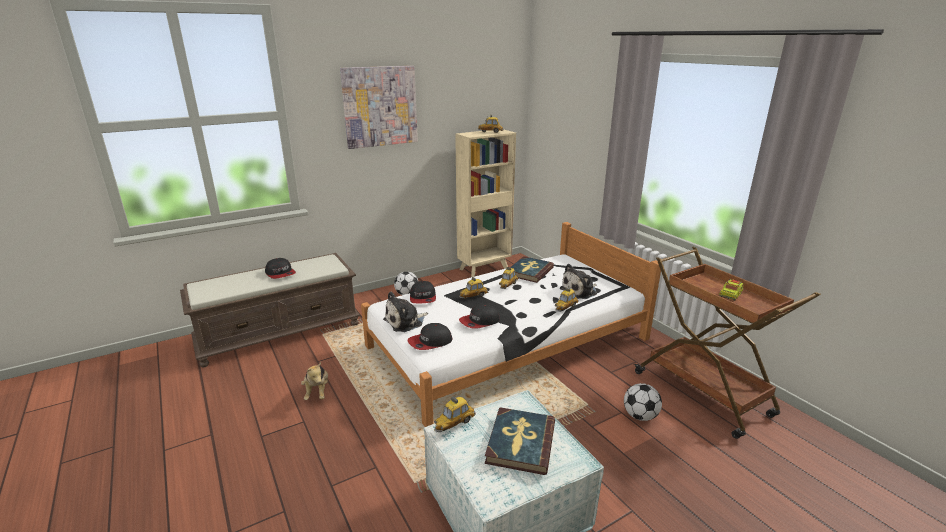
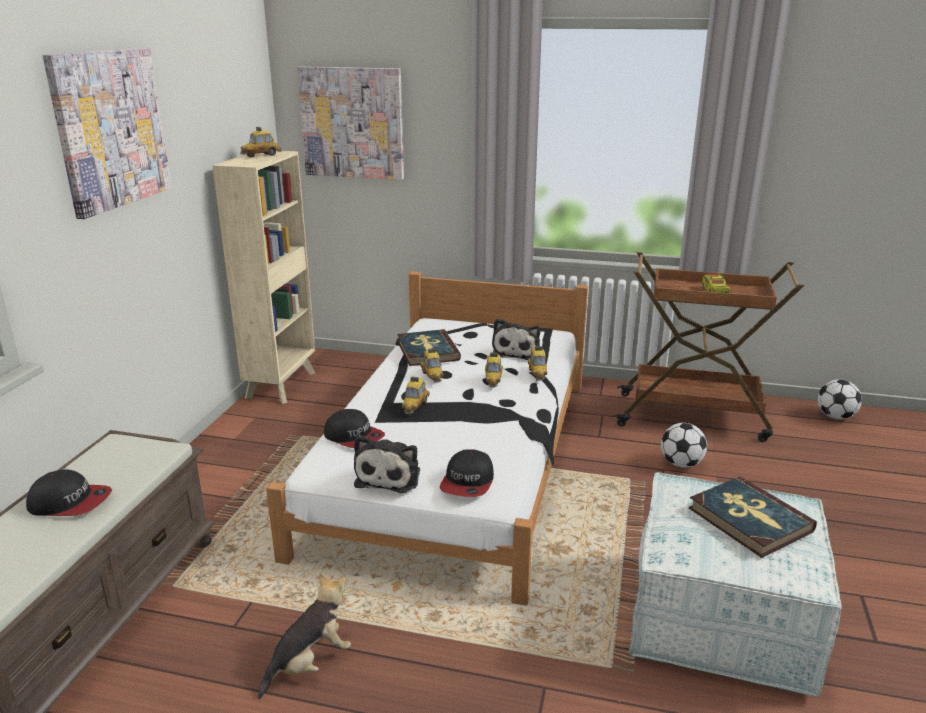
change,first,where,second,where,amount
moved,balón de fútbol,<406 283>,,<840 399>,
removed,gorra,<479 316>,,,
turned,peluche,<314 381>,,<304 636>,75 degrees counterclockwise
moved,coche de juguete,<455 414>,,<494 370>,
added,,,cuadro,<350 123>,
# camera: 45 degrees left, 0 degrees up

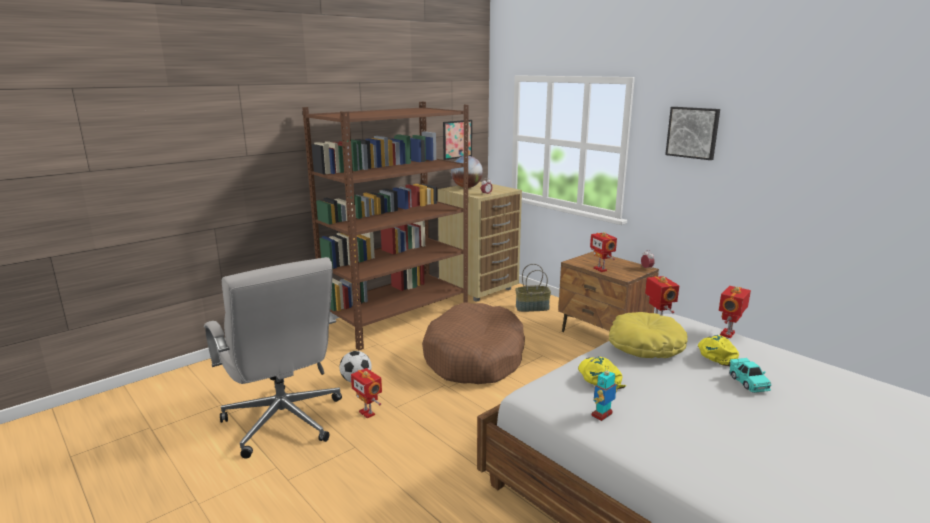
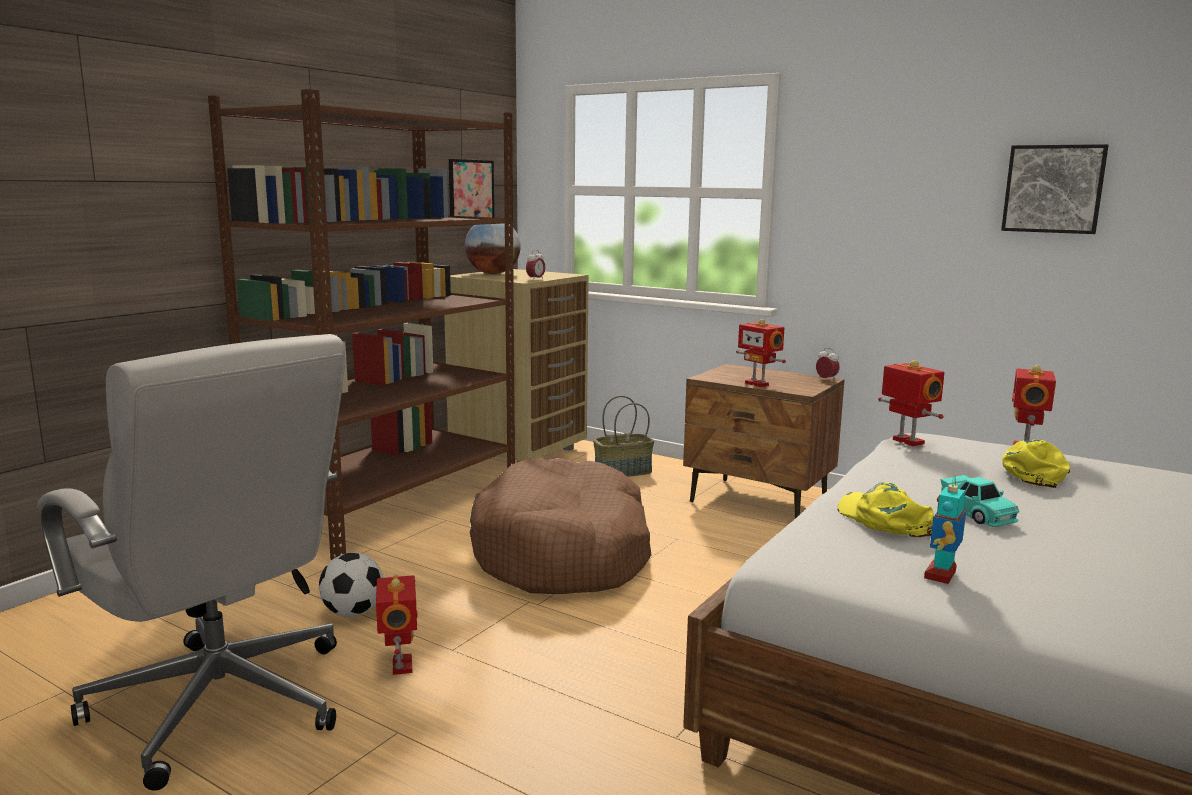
change,first,where,second,where,amount
moved,cuadro,<692 133>,,<1055 189>,
removed,cojín [amarillo],<648 335>,,,
turned,gorra [amarillo],<718 350>,,<1036 464>,45 degrees clockwise
moved,coche de juguete [turquesa],<750 375>,,<980 501>,
turned,robot de juguete,<366 393>,,<397 625>,135 degrees counterclockwise
# camera: 15 degrees left, 5 degrees down

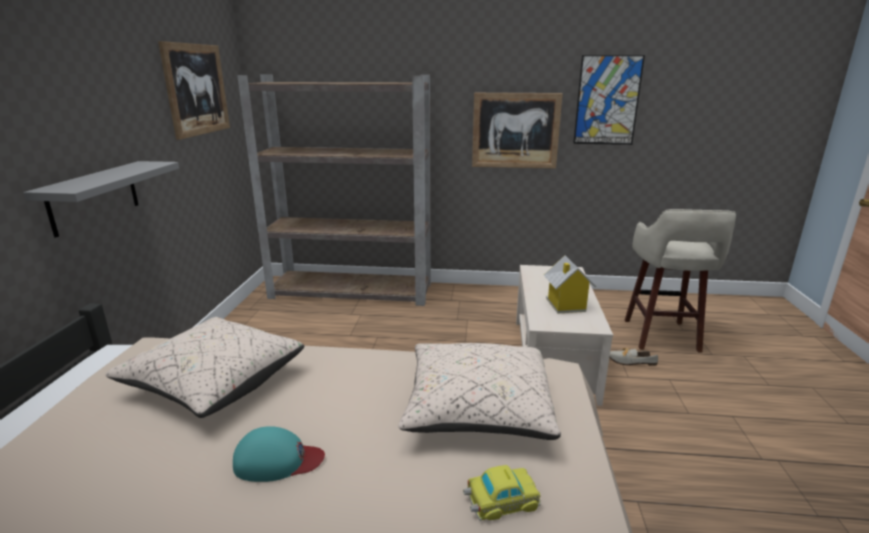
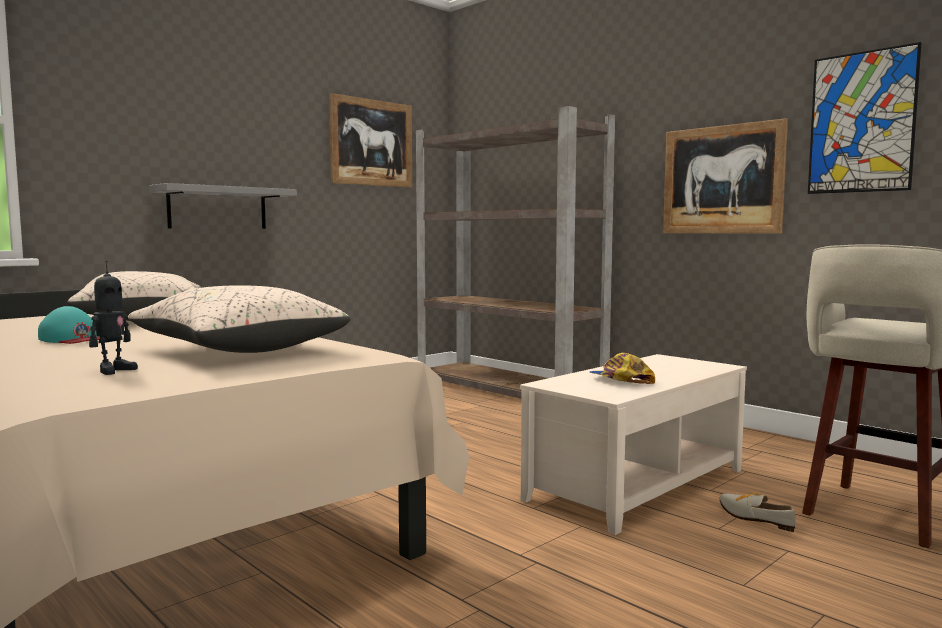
change,first,where,second,where,amount
replaced,casita,<570 284>,gorra,<622 368>,
replaced,coche de juguete,<502 493>,robot de juguete,<113 318>,
# camera: 40 degrees right, 15 degrees down

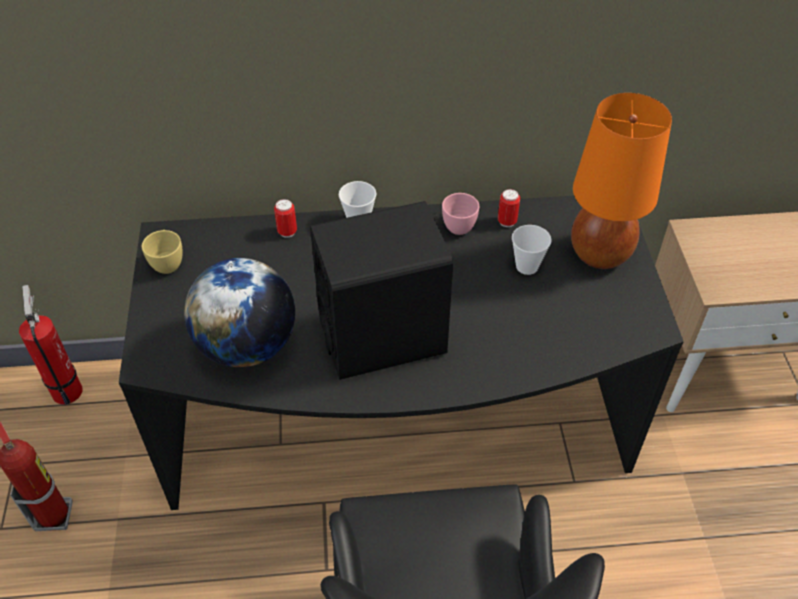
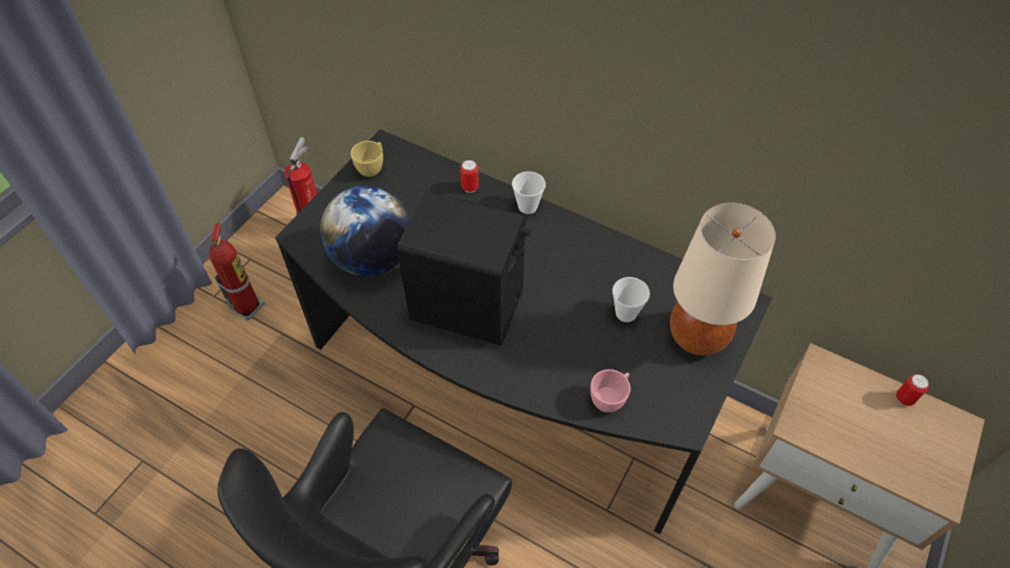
change,first,where,second,where,amount
recoloured,lámpara de mesa [naranja],<621 181>,lámpara de mesa [beis],<723 279>,
moved,lata,<509 208>,,<912 390>,
moved,taza [rosa],<460 214>,,<610 391>,
# camera: 35 degrees right, 5 degrees up

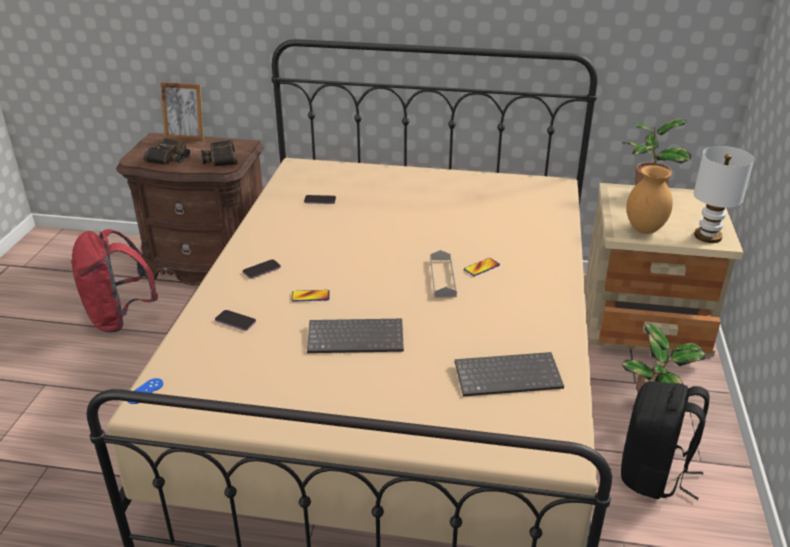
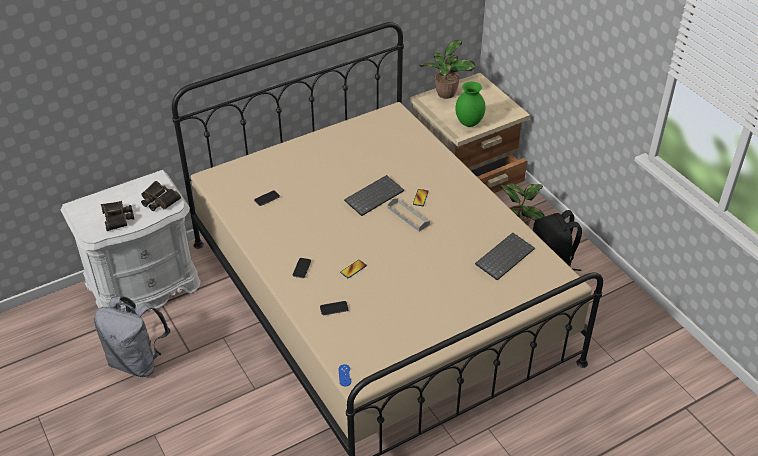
change,first,where,second,where,amount
removed,portarretratos,<182 111>,,,
recoloured,mesita de noche [marrón],<190 209>,mesita de noche [blanco],<131 240>,
removed,lámpara de mesa [blanco],<724 194>,,,
recoloured,florero [marrón],<649 199>,florero [verde],<470 104>,
recoloured,mochila [rojo],<114 280>,mochila [gris],<132 336>,
moved,teclado,<355 336>,,<374 195>,
# camera: 40 degrees left, 10 degrees up

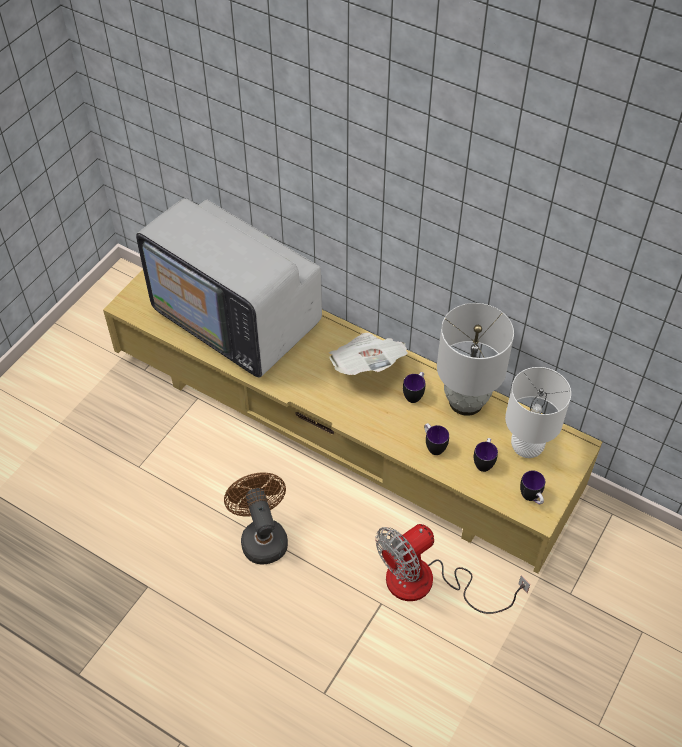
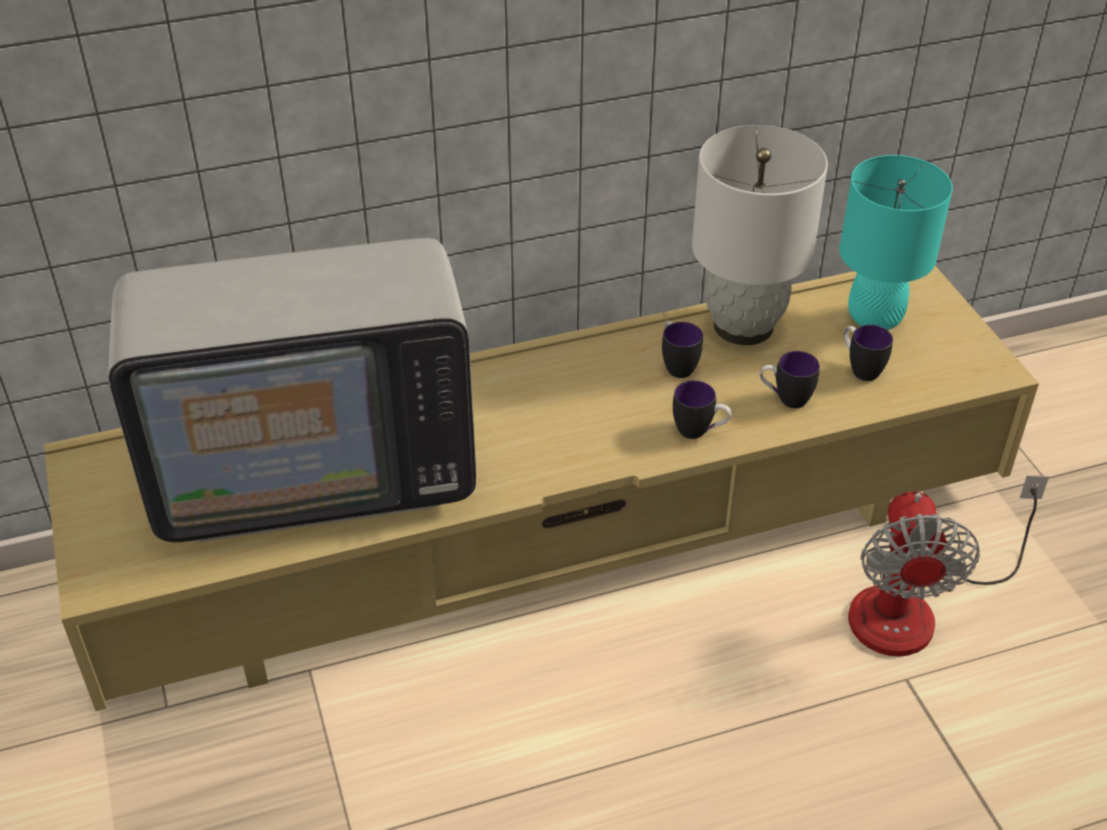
change,first,where,second,where,amount
removed,periódico,<368 353>,,,
recoloured,lámpara de mesa [blanco],<538 412>,lámpara de mesa [turquesa],<896 242>,
moved,taza grande,<532 487>,,<702 409>,
removed,ventilador [marrón],<256 518>,,,
# camera: 50 degrees left, 10 degrees down

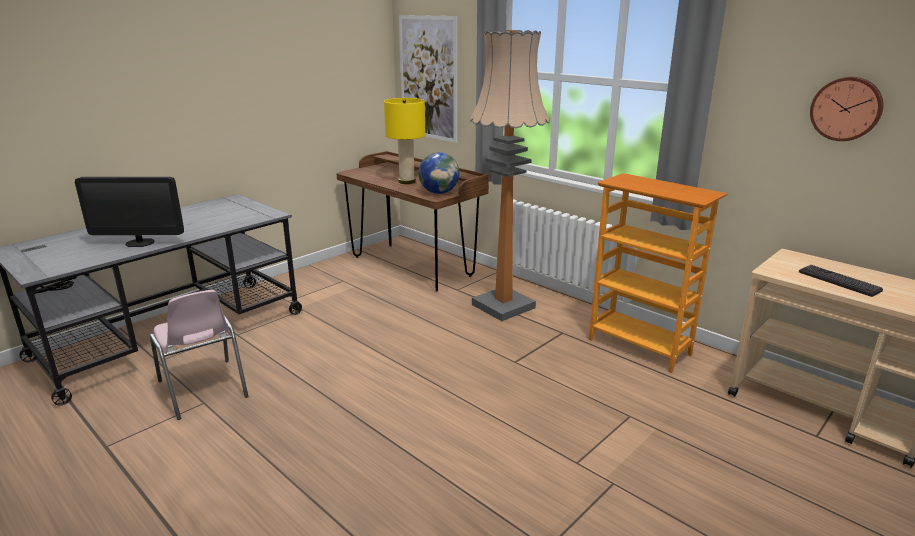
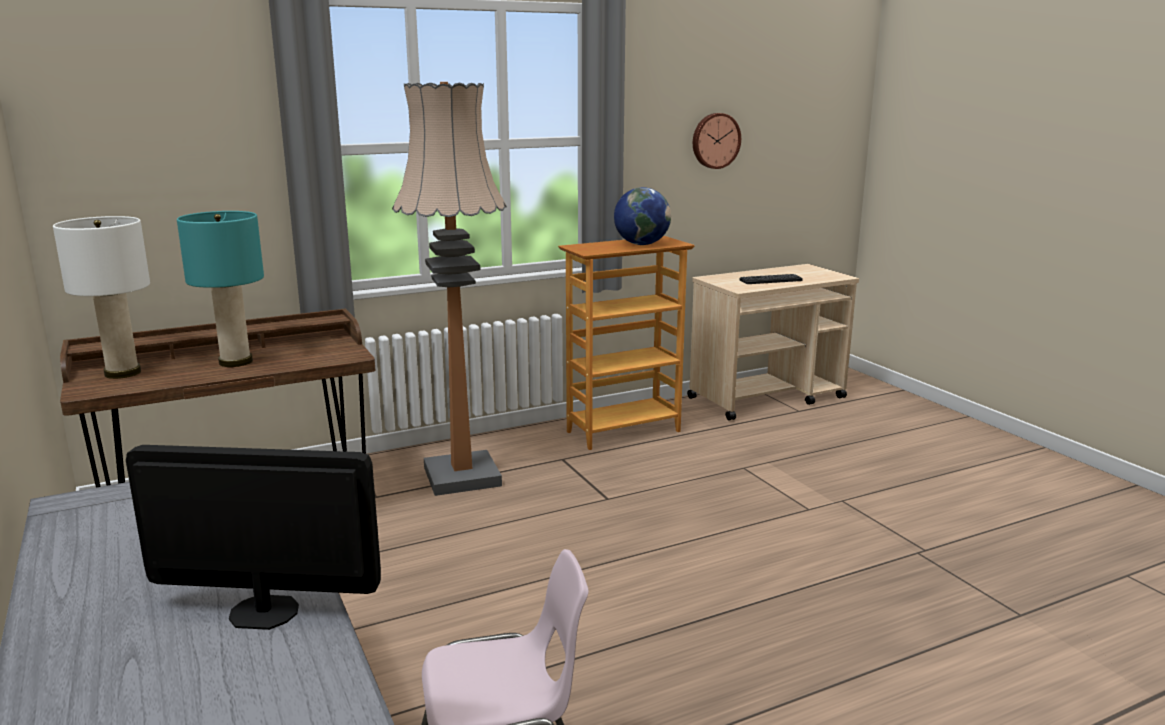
change,first,where,second,where,amount
removed,cuadro,<428 79>,,,
recoloured,lámpara de mesa [amarillo],<404 141>,lámpara de mesa [turquesa],<220 289>,
moved,globo terráqueo,<438 173>,,<642 216>,
turned,monitor,<129 212>,,<253 537>,105 degrees counterclockwise
added,,,lámpara de mesa [blanco],<101 297>,
# camera: 70 degrees left, 5 degrees down

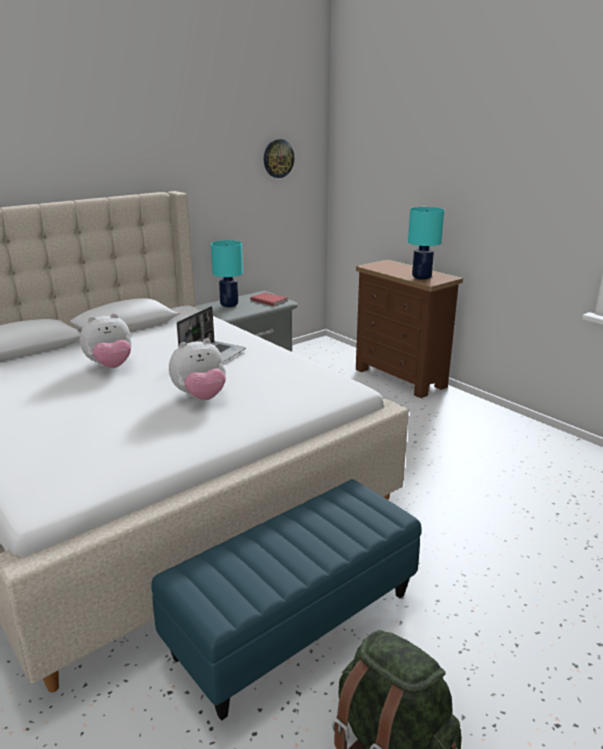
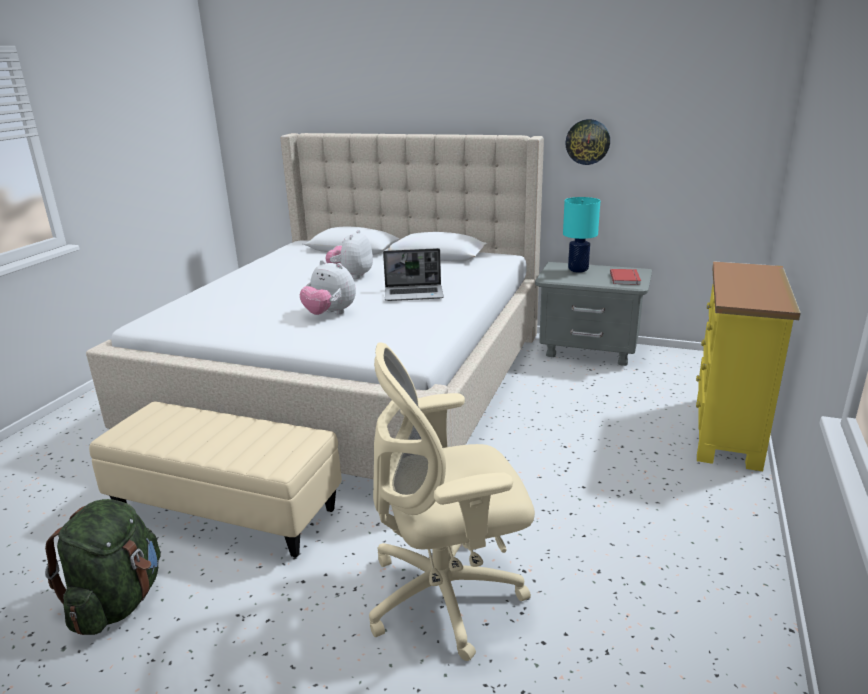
change,first,where,second,where,amount
moved,reloj de pared,<279 158>,,<587 142>,
removed,lámpara de mesa [turquesa],<426 243>,,,
recoloured,cómoda [marrón],<409 329>,cómoda [amarillo],<748 366>,
turned,peluche,<106 340>,,<349 254>,75 degrees clockwise
recoloured,puf [azul],<286 600>,puf [beis],<215 479>,
added,,,silla de oficina [beis],<452 502>,
# camera: 60 degrees right, 0 degrees up

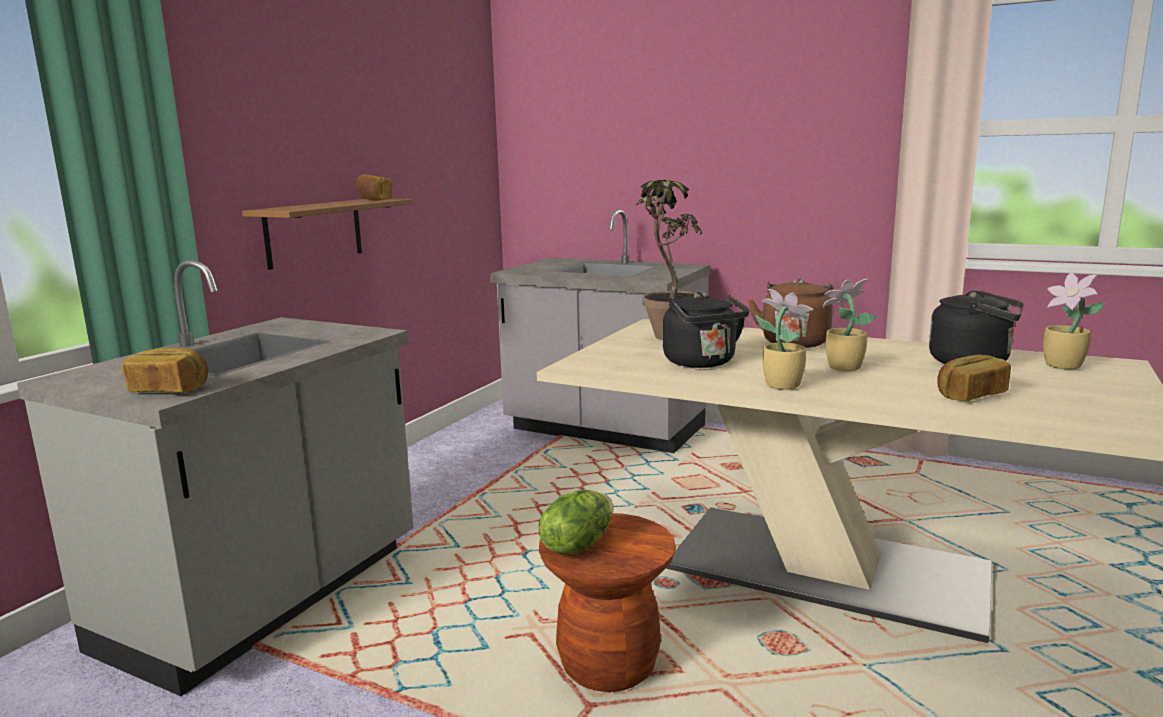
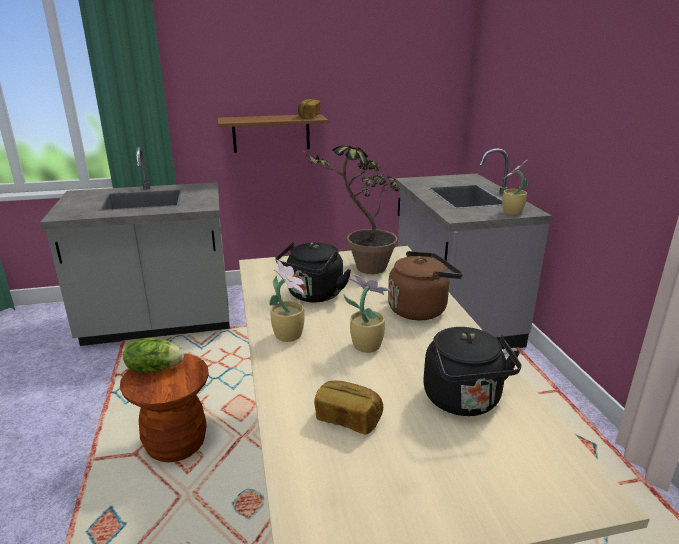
change,first,where,second,where,amount
moved,planta en maceta,<1074 320>,,<515 187>,
removed,pan,<165 370>,,,
# camera: 50 degrees right, 10 degrees up

